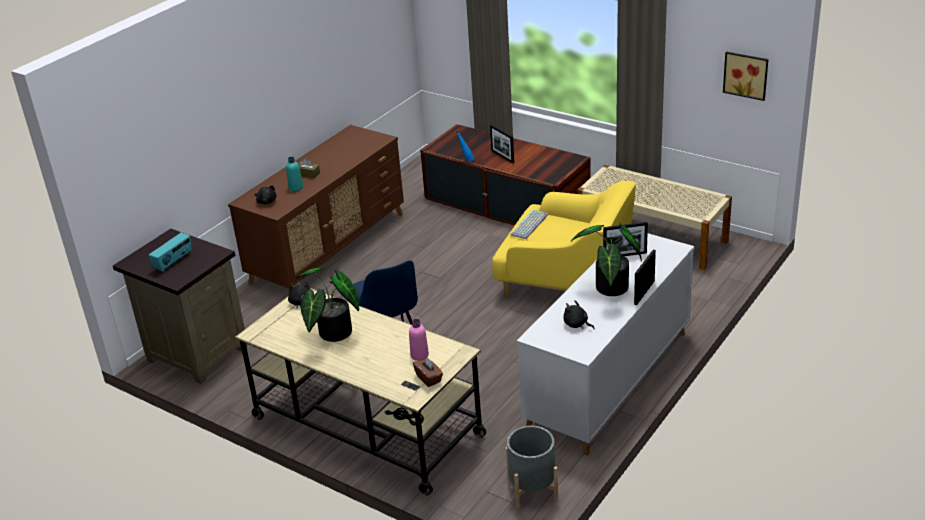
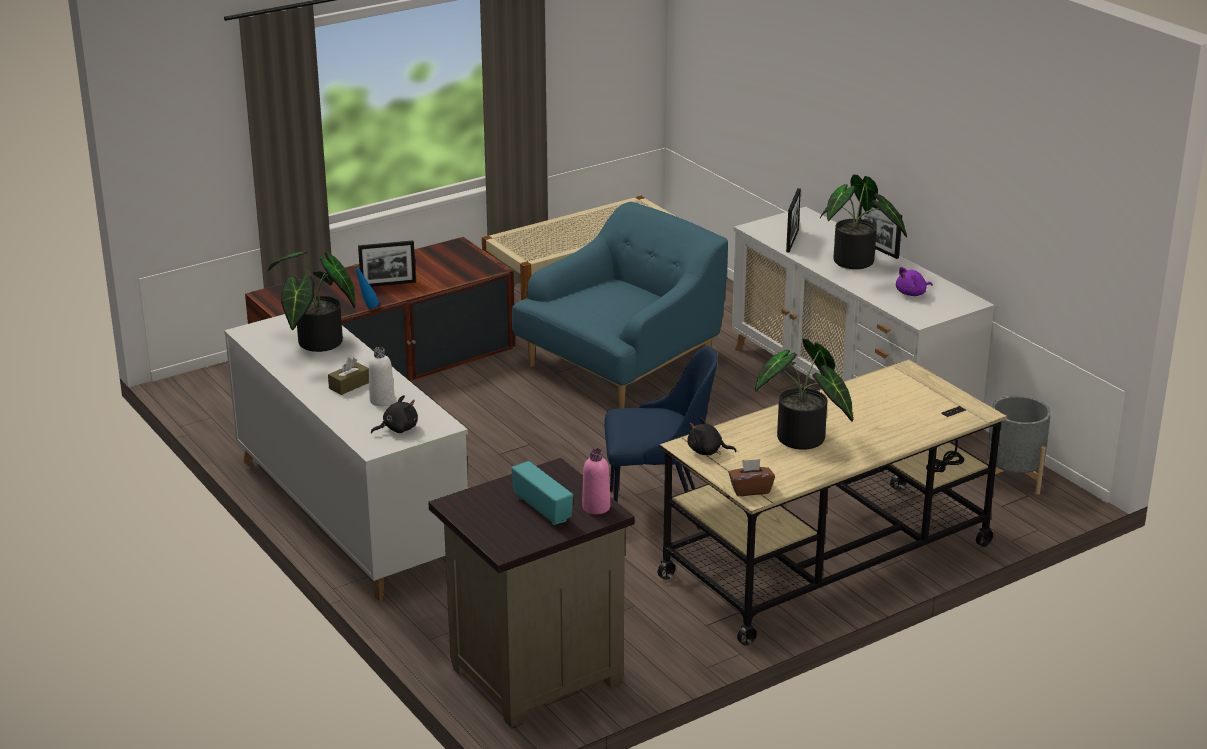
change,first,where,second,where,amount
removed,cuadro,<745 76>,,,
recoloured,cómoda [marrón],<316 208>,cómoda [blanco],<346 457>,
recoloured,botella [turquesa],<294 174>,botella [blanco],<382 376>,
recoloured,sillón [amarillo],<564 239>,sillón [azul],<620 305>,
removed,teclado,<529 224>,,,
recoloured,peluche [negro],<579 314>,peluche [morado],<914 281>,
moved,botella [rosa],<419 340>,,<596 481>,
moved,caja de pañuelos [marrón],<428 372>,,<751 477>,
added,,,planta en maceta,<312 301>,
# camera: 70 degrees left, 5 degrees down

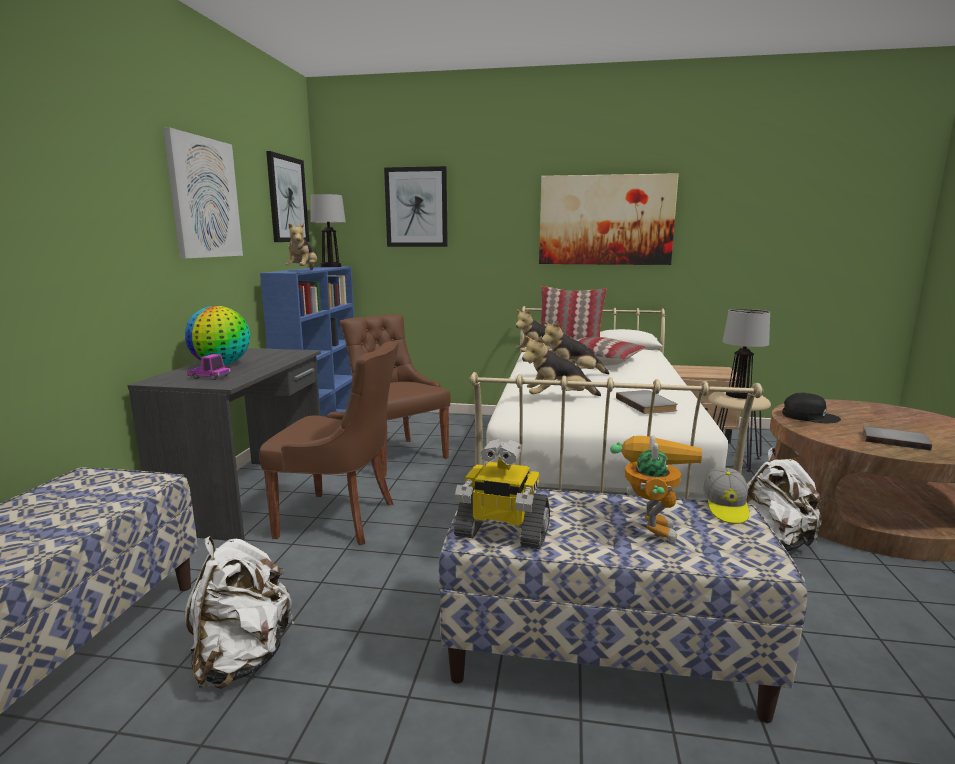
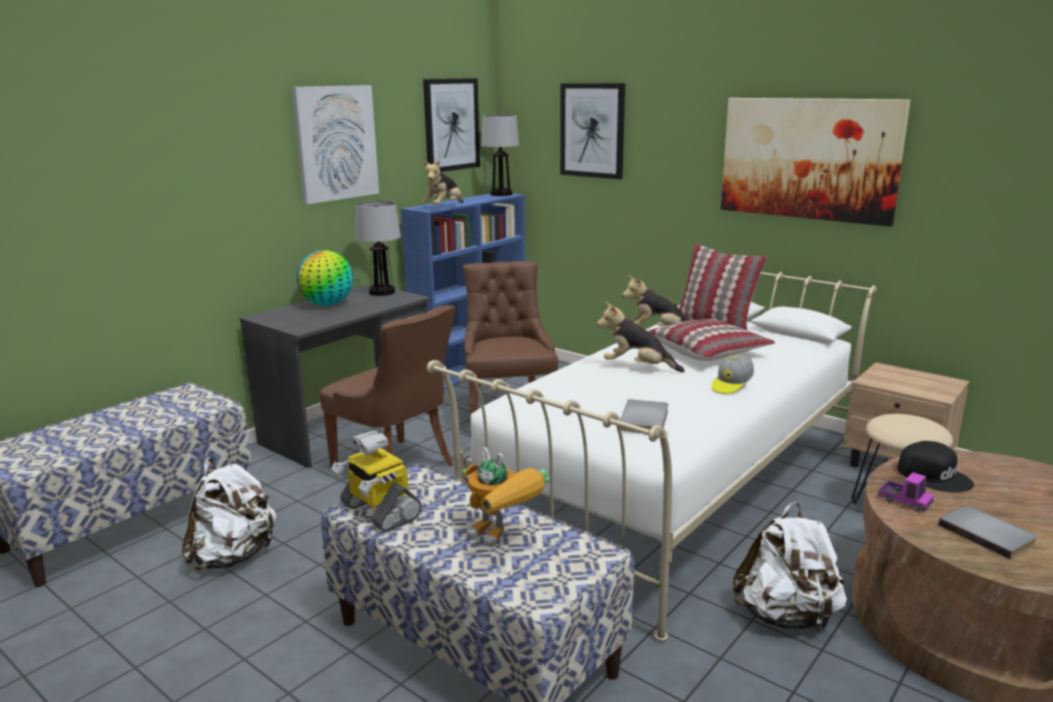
change,first,where,second,where,amount
moved,lámpara de mesa,<746 354>,,<378 248>,
removed,peluche,<561 366>,,,
moved,camión de juguete,<209 367>,,<906 491>,
turned,robot de juguete,<656 489>,,<506 497>,90 degrees clockwise
moved,gorra,<726 496>,,<732 374>,
# camera: 30 degrees right, 5 degrees up

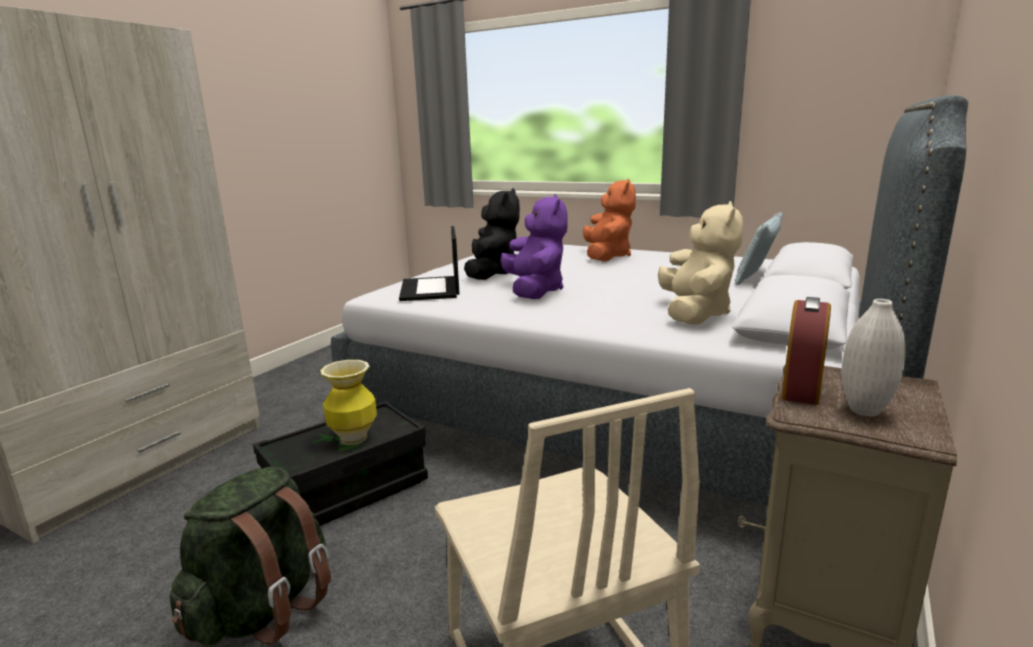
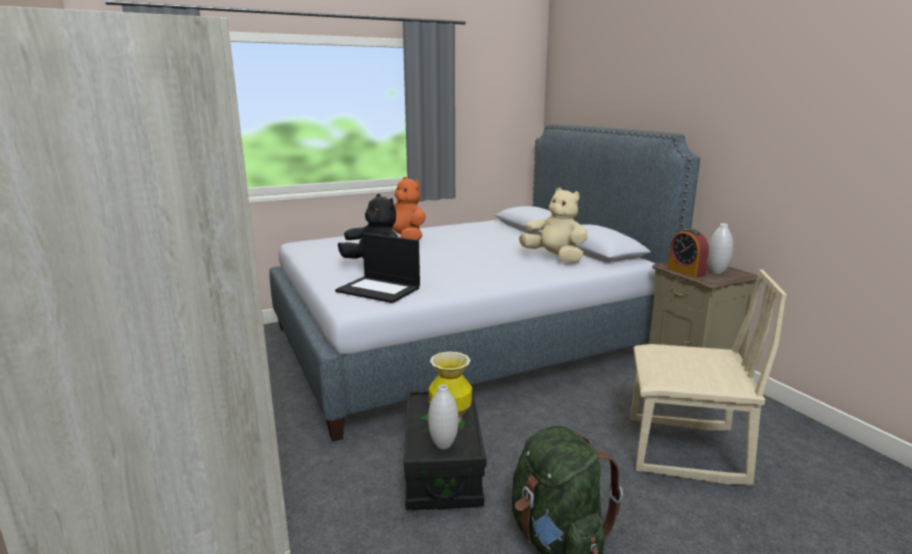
change,first,where,second,where,amount
removed,peluche [morado],<534 246>,,,
removed,cojín [azul],<758 249>,,,
added,,,florero [blanco],<443 417>,
# camera: 55 degrees left, 0 degrees up

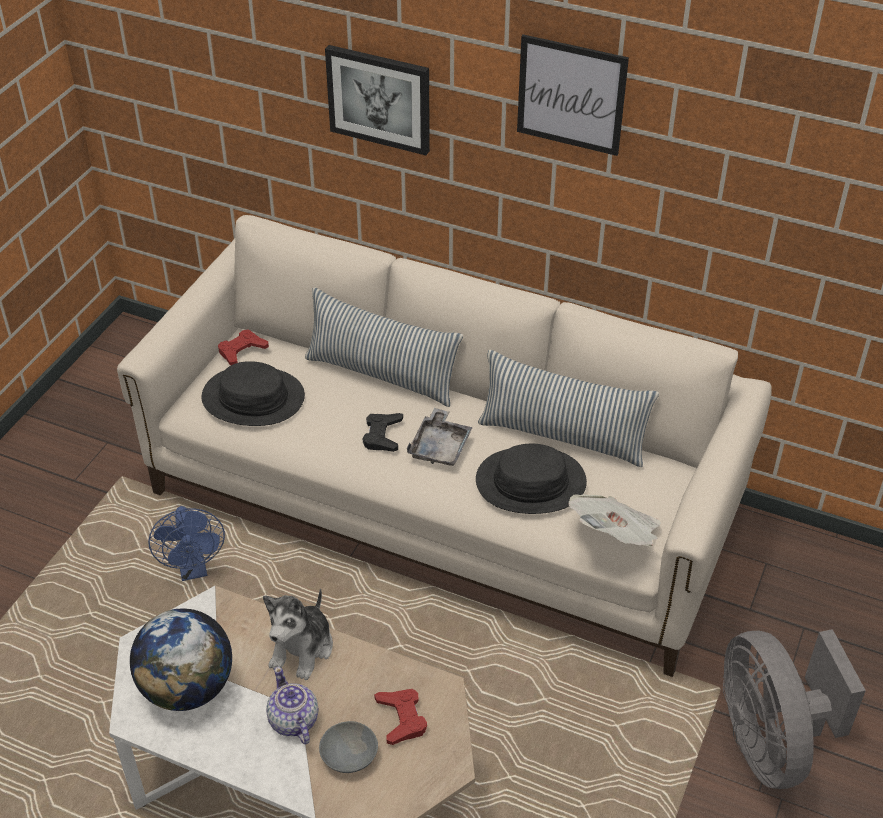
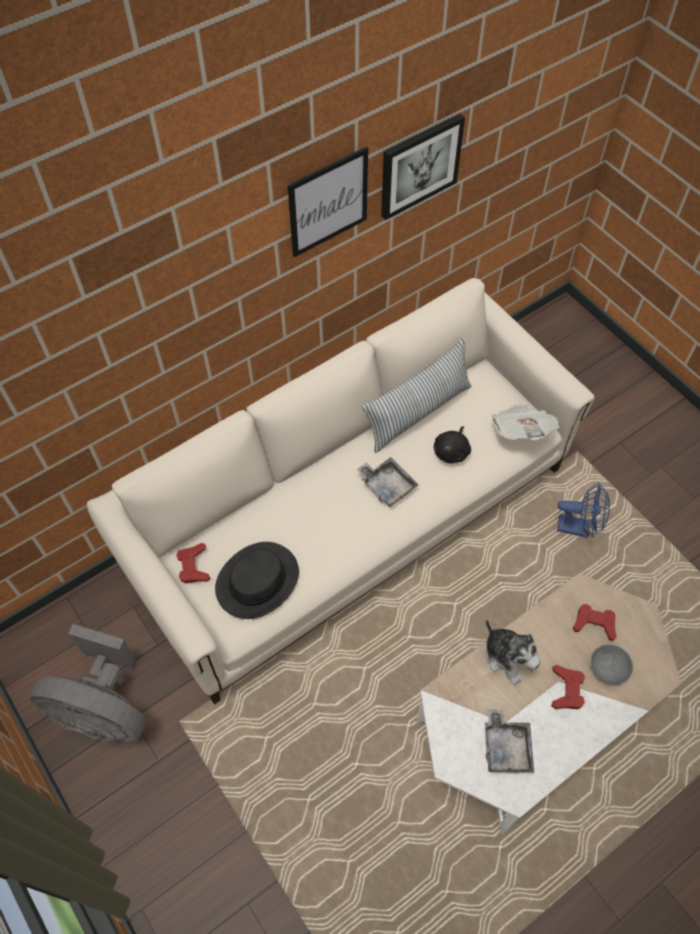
change,first,where,second,where,amount
moved,cuadro,<377 100>,,<423 166>,
removed,cojín,<384 347>,,,
removed,mando de consola [negro],<382 432>,,,
replaced,sombrero [negro],<531 479>,peluche [negro],<452 444>,
moved,ventilador [azul],<186 543>,,<583 510>,
replaced,globo terráqueo,<181 659>,bandeja [gris],<509 741>,
moved,ventilador [gris],<794 709>,,<87 683>,
replaced,tetera,<292 705>,mando de consola [rojo],<568 687>,
# camera: 60 degrees left, 15 degrees up

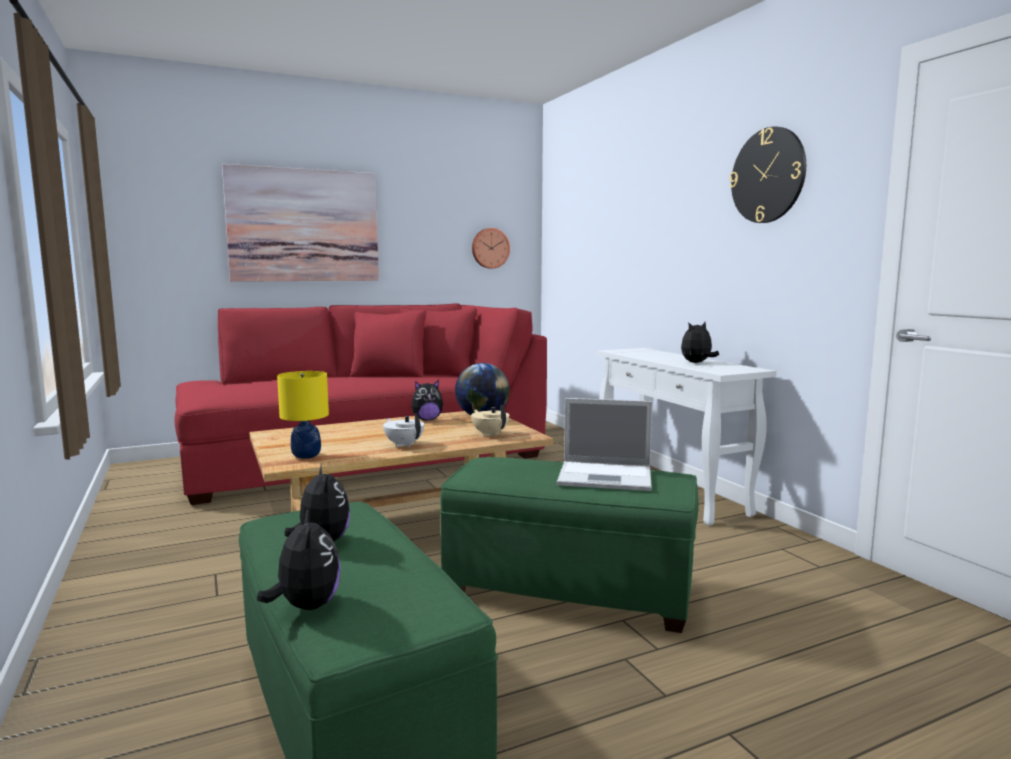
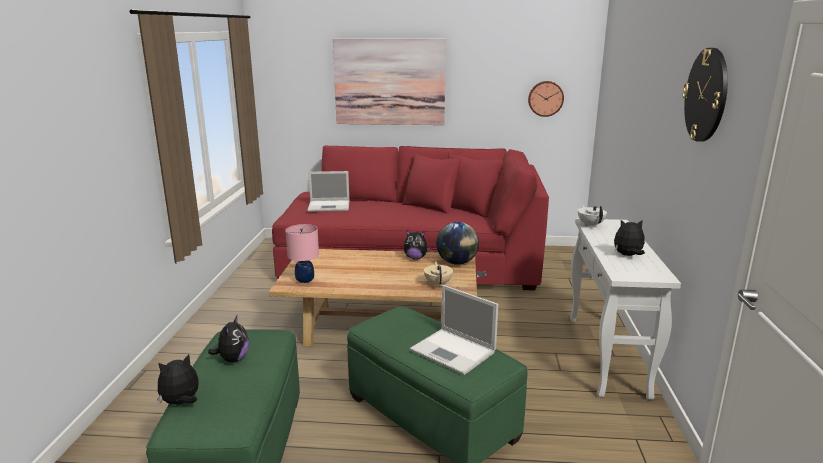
change,first,where,second,where,amount
recoloured,lámpara de mesa [amarillo],<303 415>,lámpara de mesa [rosa],<302 253>,
moved,tetera [blanco],<403 430>,,<592 216>,
turned,peluche,<299 560>,,<178 379>,135 degrees counterclockwise
added,,,portátil,<328 191>,
# camera: 30 degrees right, 10 degrees up

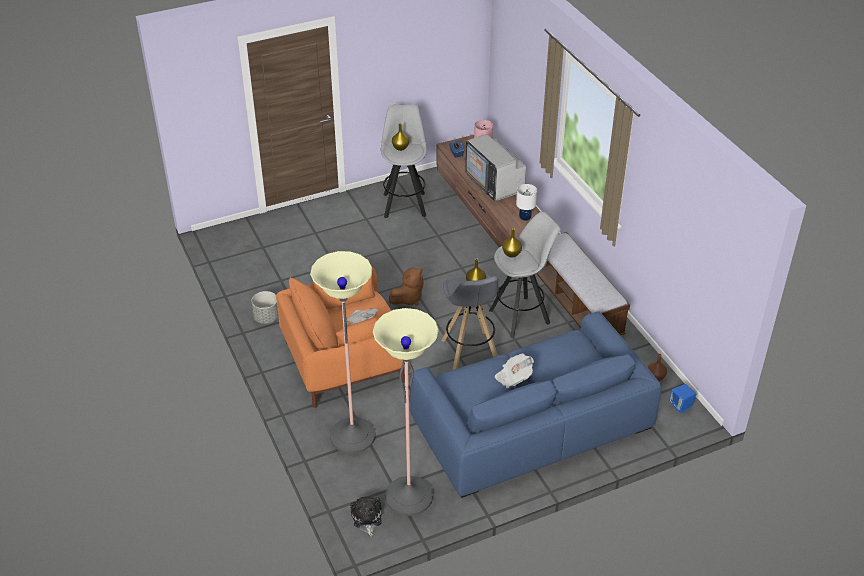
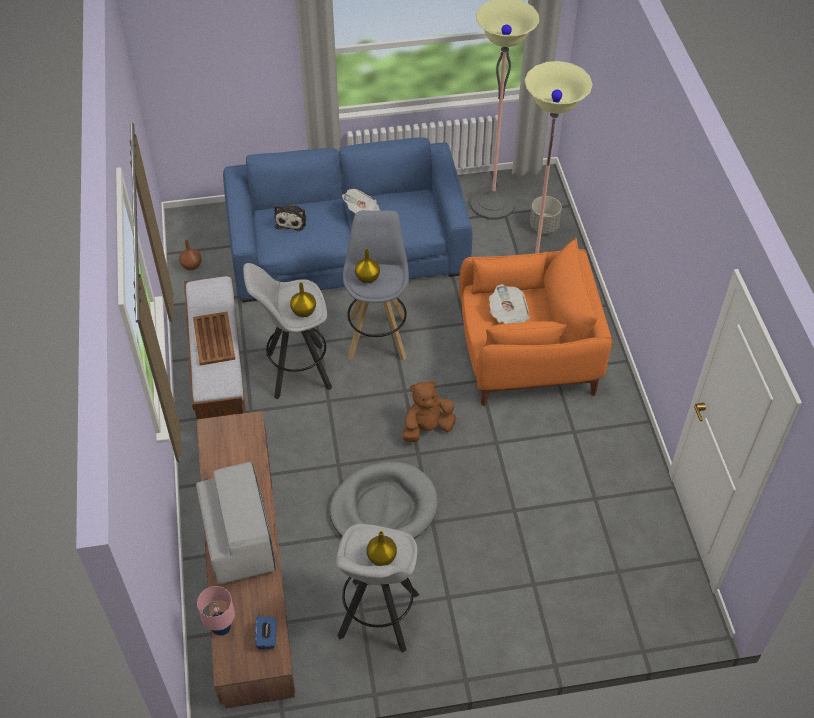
change,first,where,second,where,amount
removed,lámpara de mesa [blanco],<526 202>,,,
moved,maceta [gris],<265 307>,,<546 215>,
removed,altavoz [azul],<682 398>,,,
moved,peluche,<366 516>,,<290 218>,
added,,,bandeja [marrón],<214 338>,
added,,,cama para perro [gris],<384 500>,
# camera: 165 degrees left, 10 degrees up

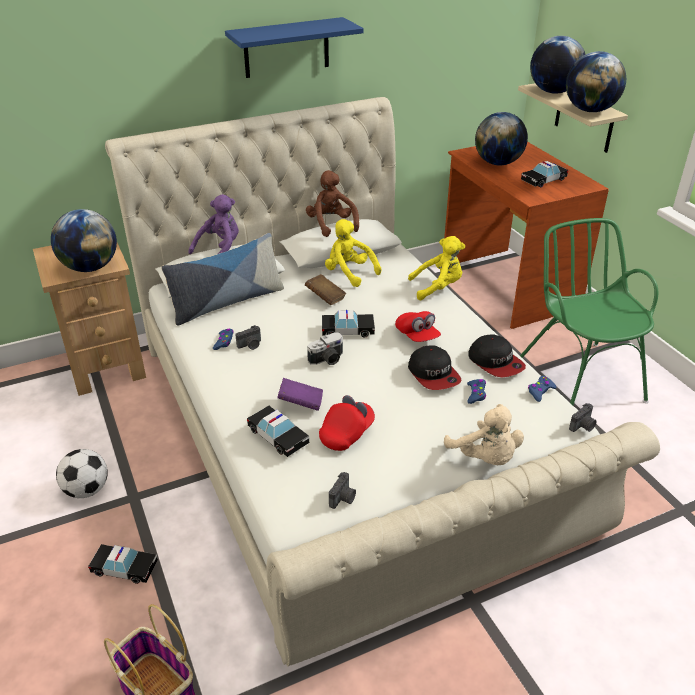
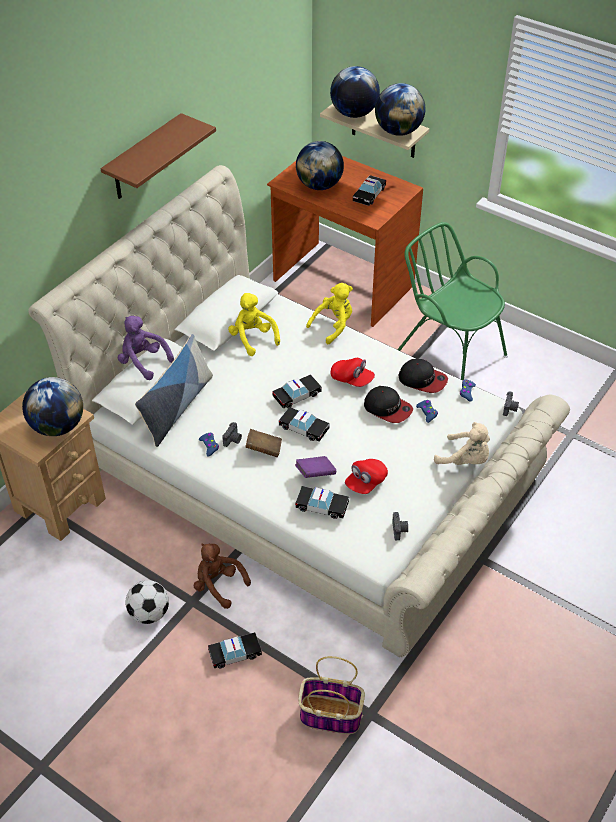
change,first,where,second,where,amount
recoloured,estante [azul],<294 47>,estante [marrón],<158 156>,
moved,peluche [marrón],<332 203>,,<222 576>,
turned,peluche [morado],<213 224>,,<146 348>,60 degrees counterclockwise
turned,peluche [amarillo],<353 253>,,<254 324>,45 degrees clockwise
moved,libro [marrón],<325 289>,,<263 443>,
replaced,cámara,<325 348>,coche de juguete,<304 424>,
turned,gorra [rojo],<347 423>,,<366 476>,150 degrees counterclockwise
# camera: 30 degrees left, 10 degrees up

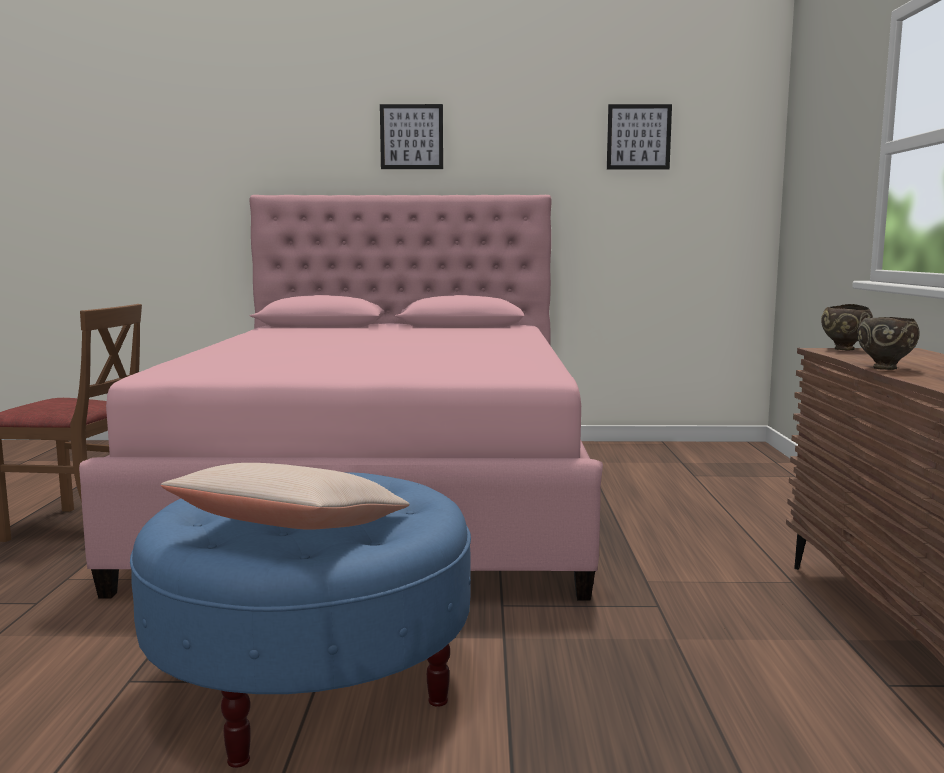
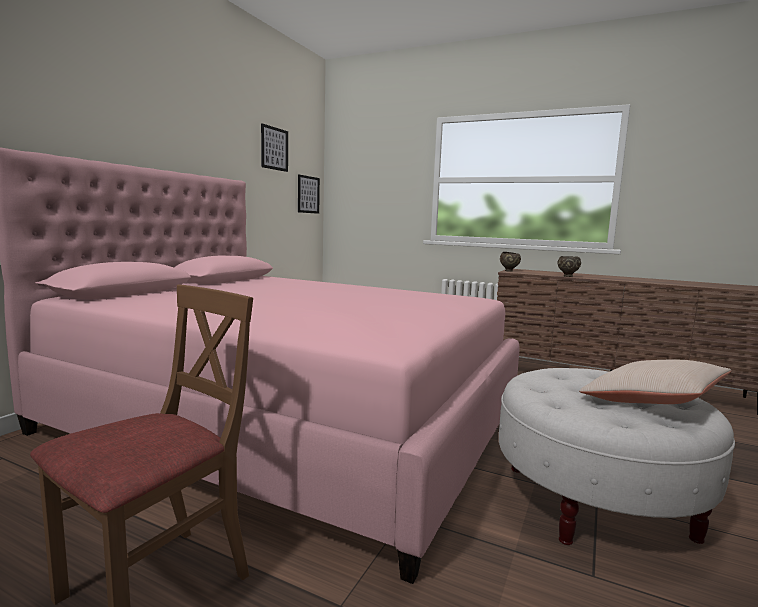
change,first,where,second,where,amount
moved,cuadro,<411 136>,,<309 194>,
recoloured,puf [azul],<300 620>,puf [blanco],<617 456>,
# camera: 65 degrees left, 0 degrees up

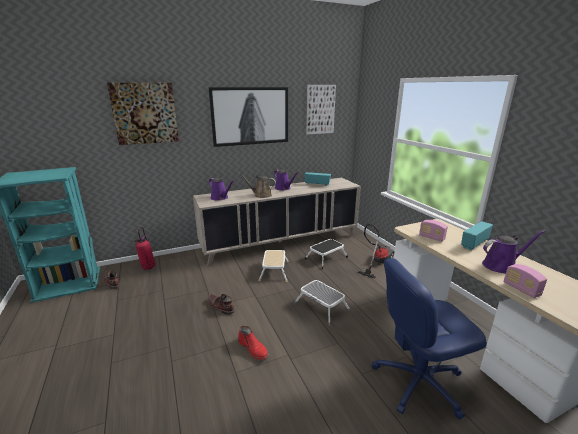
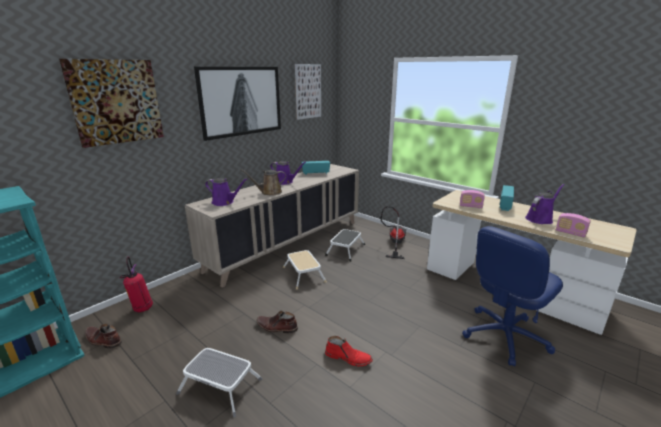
change,first,where,second,where,amount
moved,escalera de tijera [gris],<322 303>,,<219 382>,
# camera: 25 degrees left, 0 degrees up

